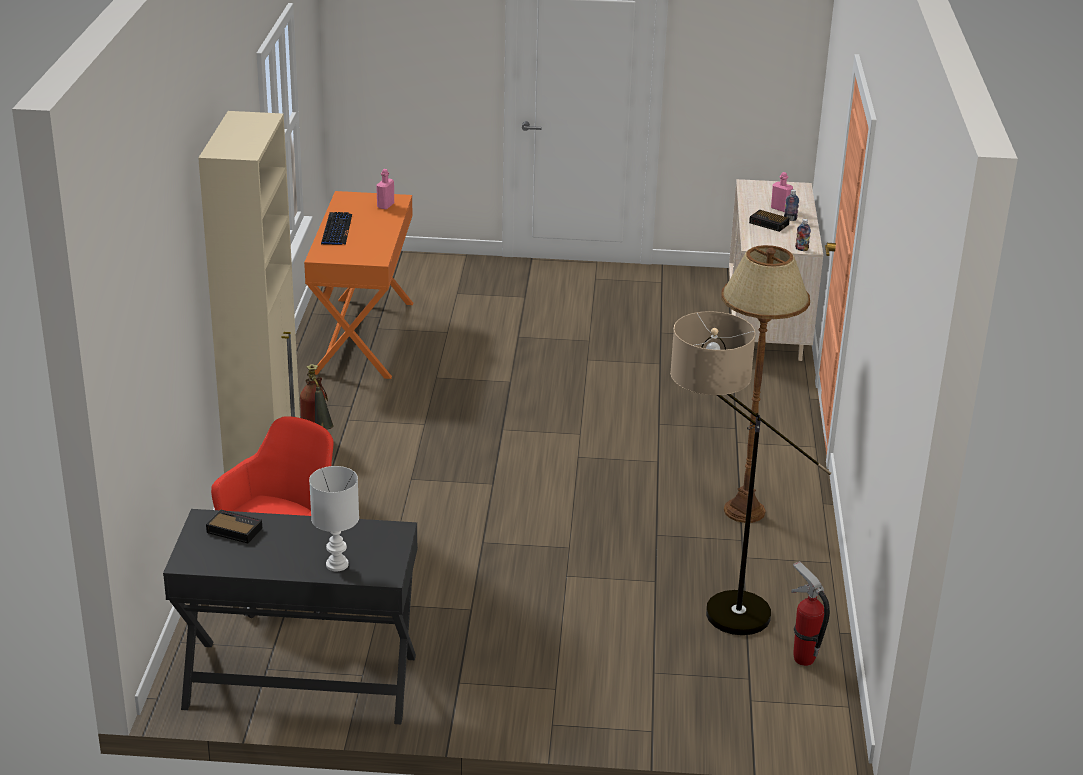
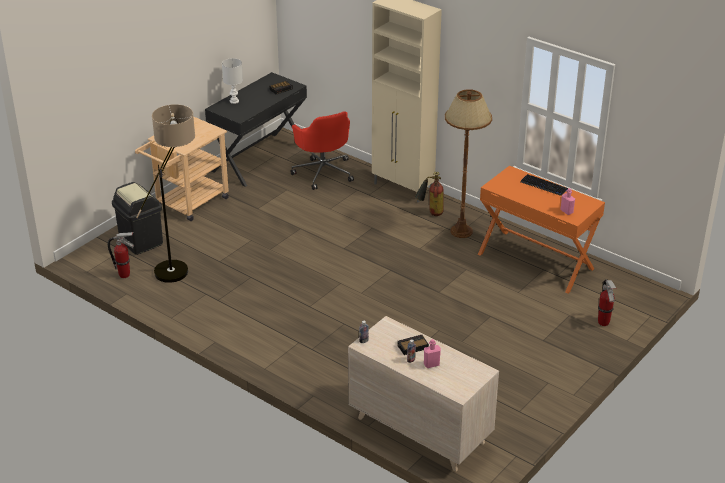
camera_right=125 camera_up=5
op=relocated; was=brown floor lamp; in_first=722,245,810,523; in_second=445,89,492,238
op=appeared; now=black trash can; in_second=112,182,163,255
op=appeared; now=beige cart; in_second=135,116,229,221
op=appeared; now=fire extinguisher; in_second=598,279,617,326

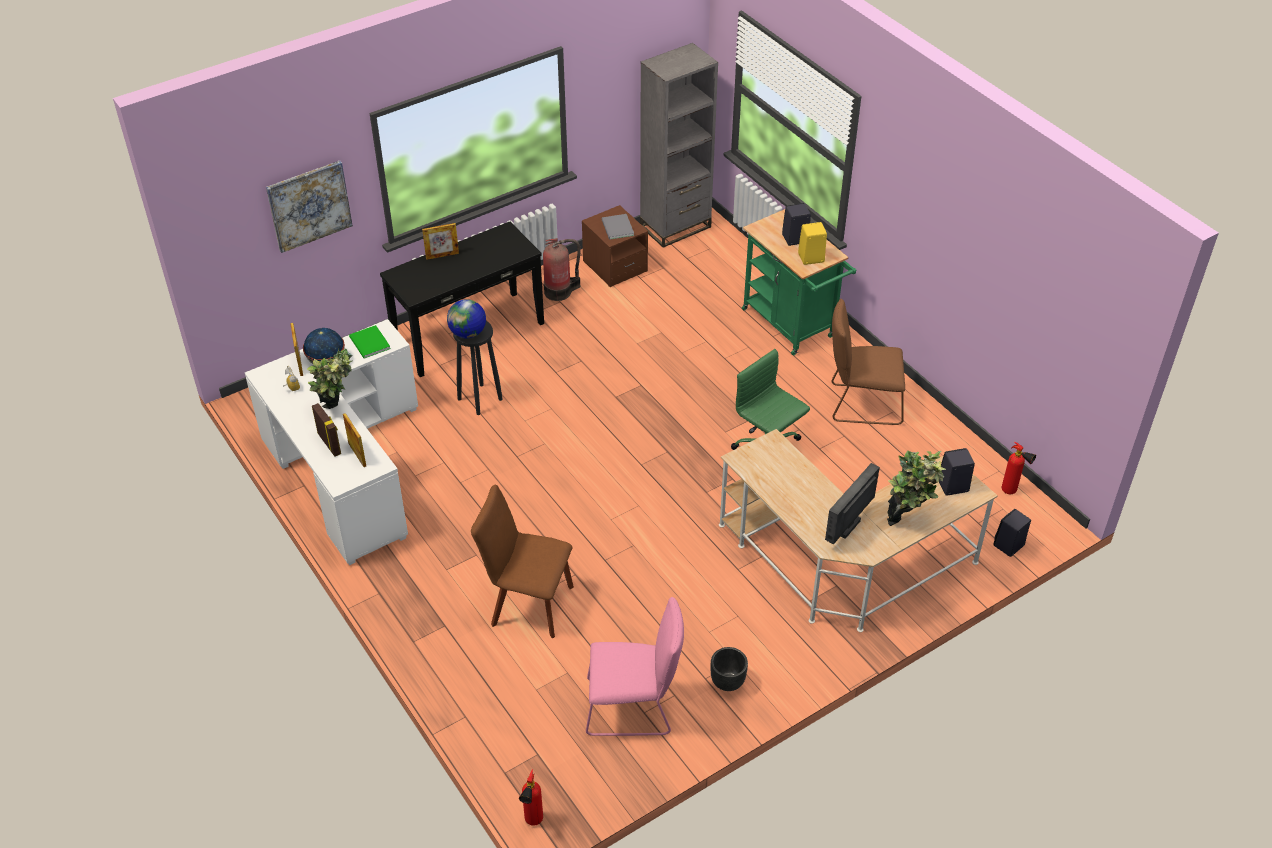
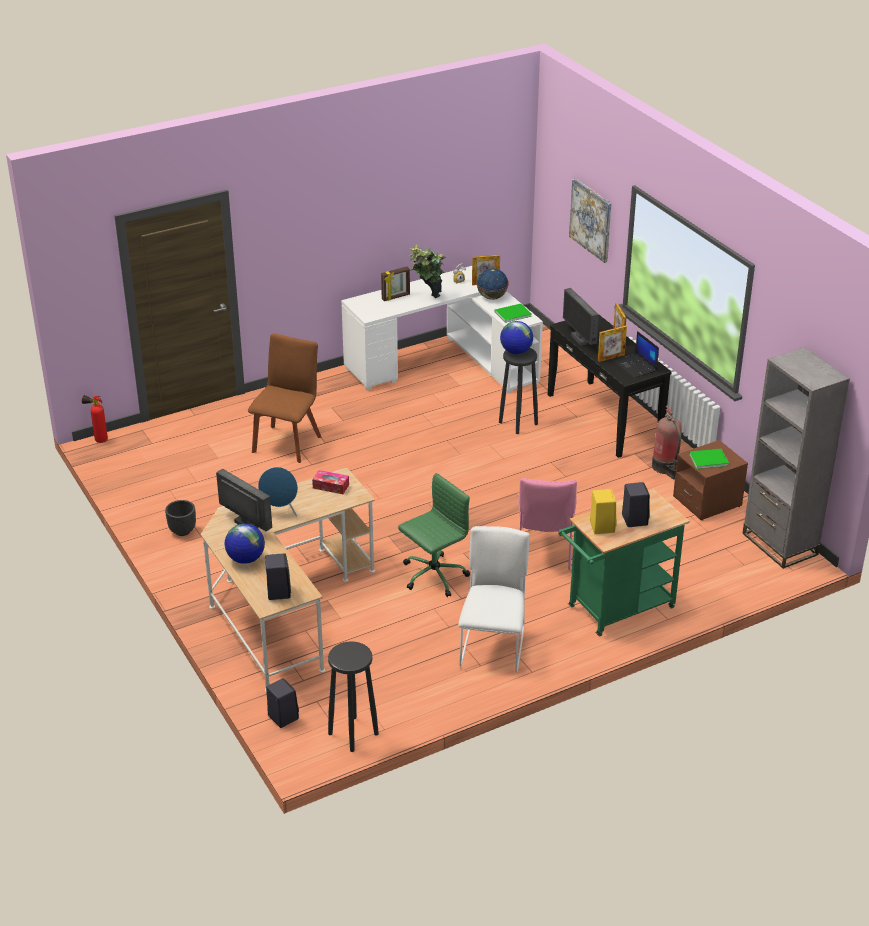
camera_right=95 camera_up=-10
op=relocated; was=picture frame; in_first=343,413,366,467; in_second=598,325,627,362
op=relocated; was=pink chair; in_first=586,597,684,736; in_second=519,478,577,570
op=colour; was=grey book; now=green book; in_first=602,214,634,240; in_second=689,449,729,469
op=colour; was=brown chair; now=white chair; in_first=831,299,905,425; in_second=458,526,530,673
op=exchanged; was=potted plant; now=globe; in_first=887,450,946,526; in_second=225,524,265,564
op=exchanged; was=fire extinguisher; now=black stool; in_first=1002,442,1036,494; in_second=328,641,379,752
op=appeared; now=blue speaker; in_second=258,467,298,516
op=appeared; now=tissue box; in_second=312,470,349,494
op=appeared; now=monitor; in_second=563,288,599,346
op=appeared; now=laptop; in_second=614,331,659,378

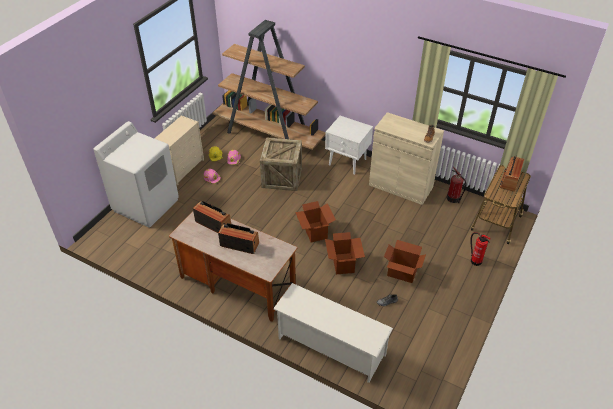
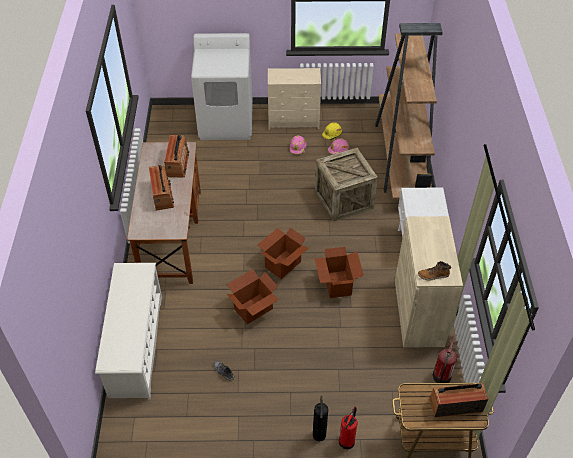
camera_right=60 camera_up=5
op=relocated; was=cardboard box; in_first=384,240,426,283; in_second=315,247,364,298
op=appeared; now=fire extinguisher; in_second=313,396,328,442

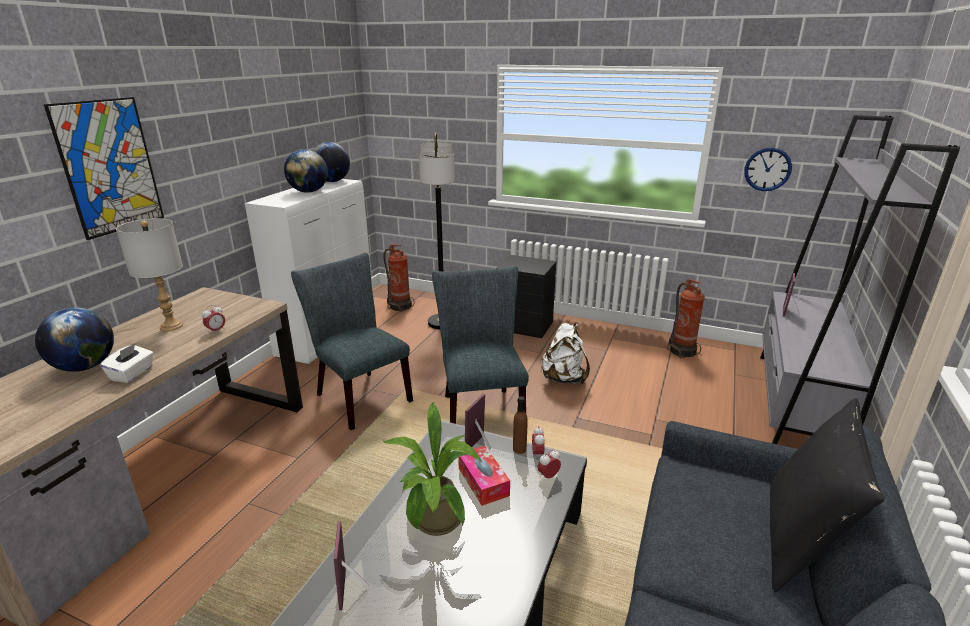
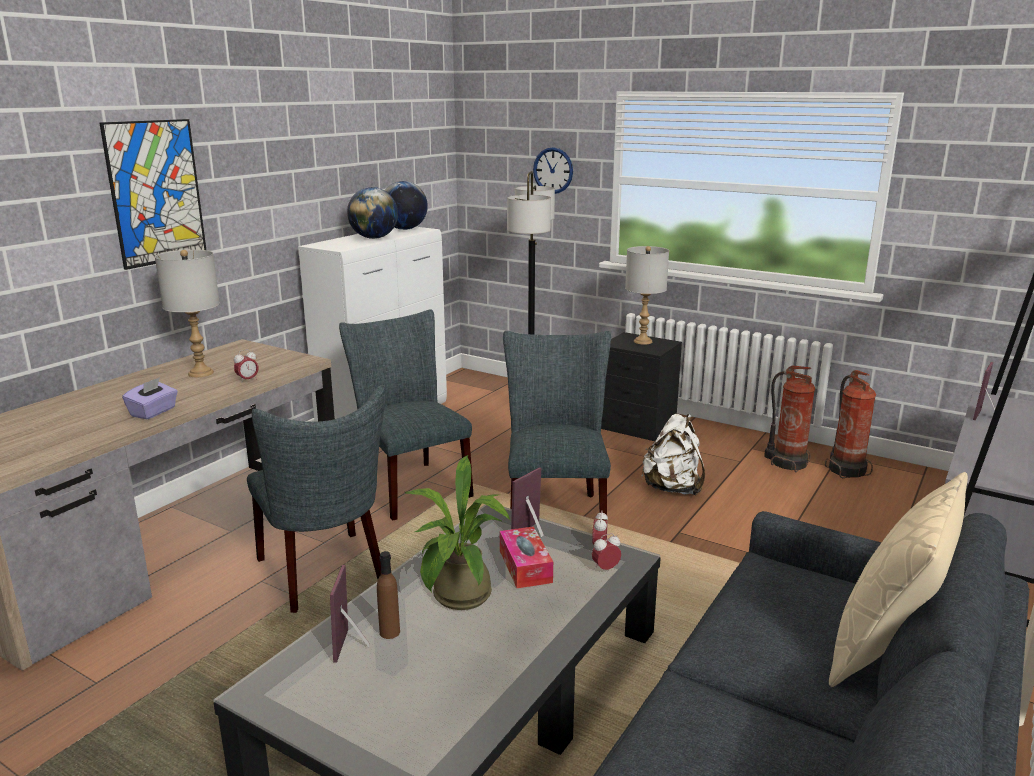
camera_right=10 camera_up=-5
op=missing; was=globe; in_first=35,308,114,372
op=colour; was=white tissue box; now=purple tissue box; in_first=100,343,154,383; in_second=122,377,178,419
op=relocated; was=fire extinguisher; in_first=383,244,414,312; in_second=764,365,816,472
op=relocated; was=brown bottle; in_first=513,396,528,454; in_second=377,551,400,639
op=relocated; was=wall clock; in_first=744,148,792,191; in_second=533,147,573,194
op=colour; was=black pillow; now=beige pillow; in_first=770,398,885,592; in_second=829,472,968,687
op=appeared; now=grey chair; in_second=247,385,386,613
op=appeared; now=grey table lamp; in_second=625,246,669,345

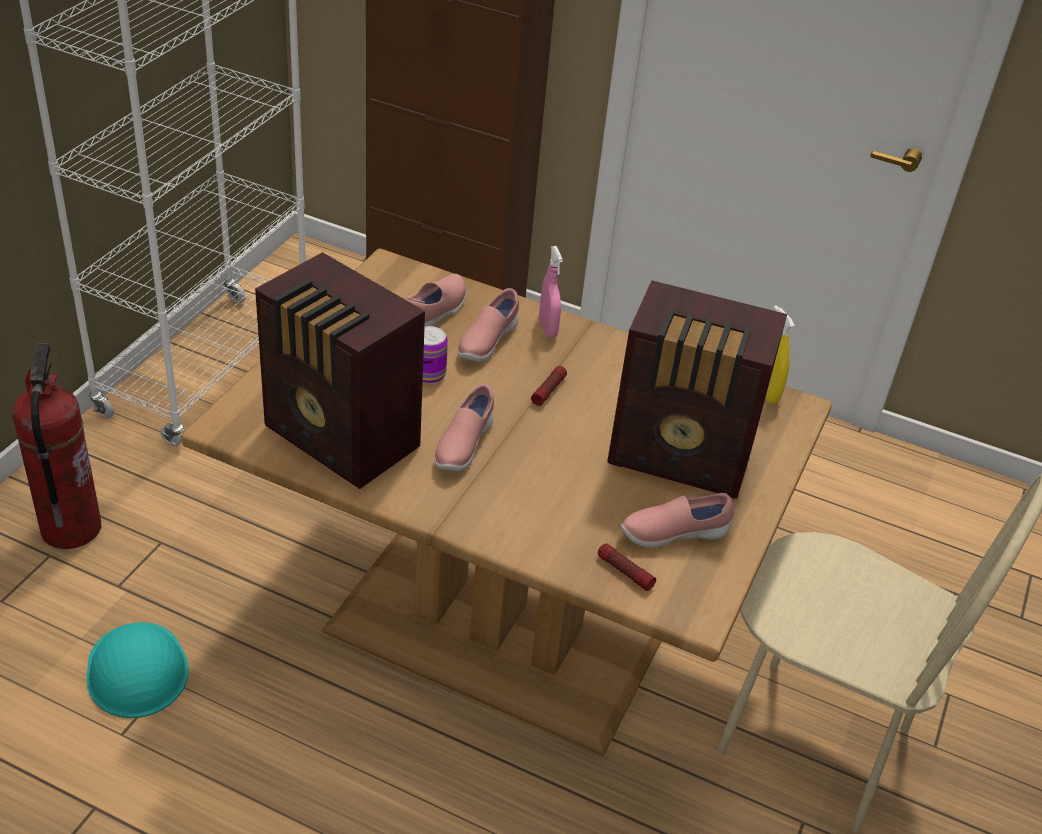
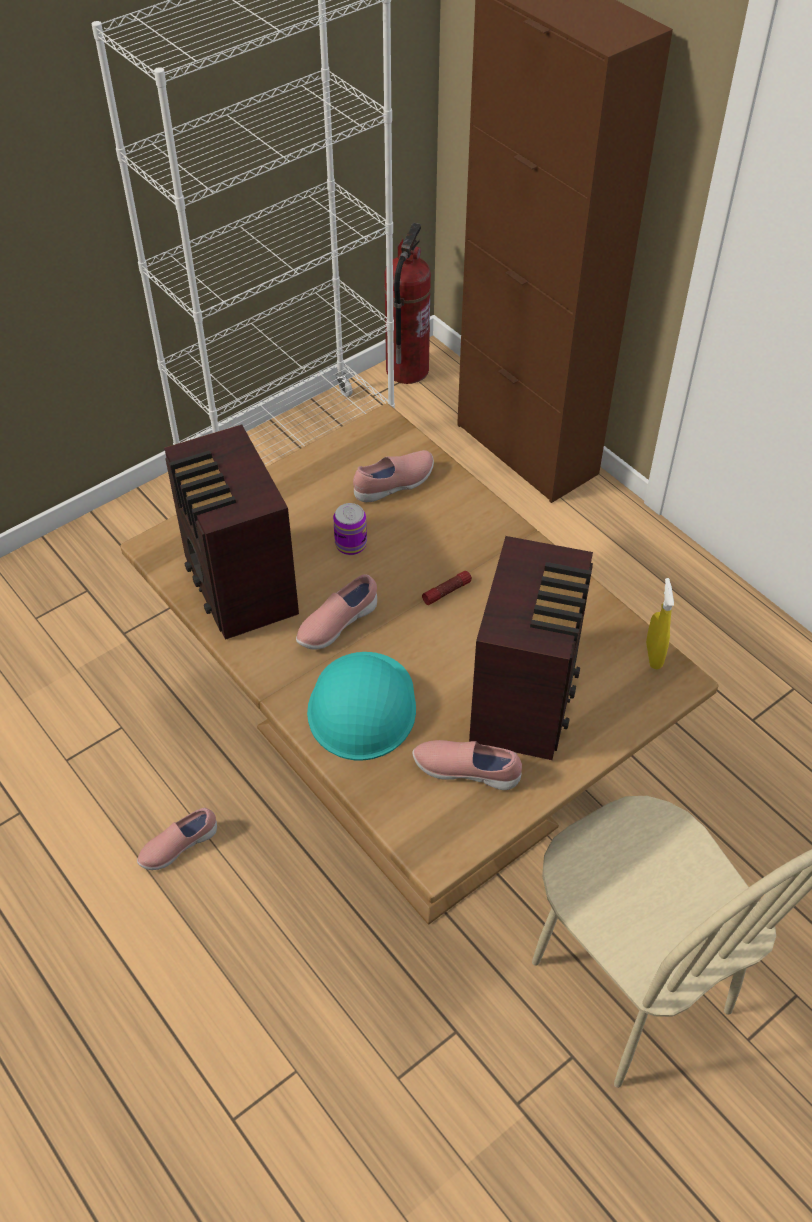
camera_right=30 camera_up=10
op=relocated; was=fire extinguisher; in_first=12,343,101,549; in_second=384,223,431,384
op=relocated; was=turquoise hard hat; in_first=86,622,189,718; in_second=307,652,416,760
op=relocated; was=pink shoe; in_first=457,288,519,362; in_second=137,808,217,870
op=missing; was=pink spray bottle; in_first=539,246,563,338
op=missing; was=flashlight; in_first=598,544,656,591
op=spun; was=radio; in_first=607,280,787,499; in_second=469,536,593,760; clockwise=-120

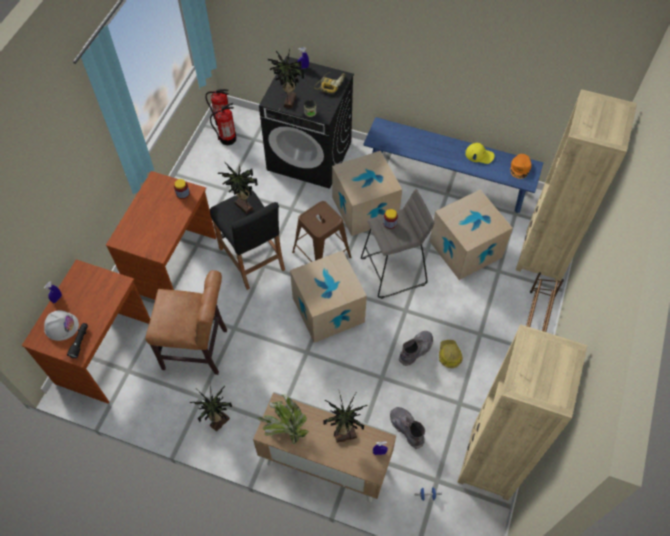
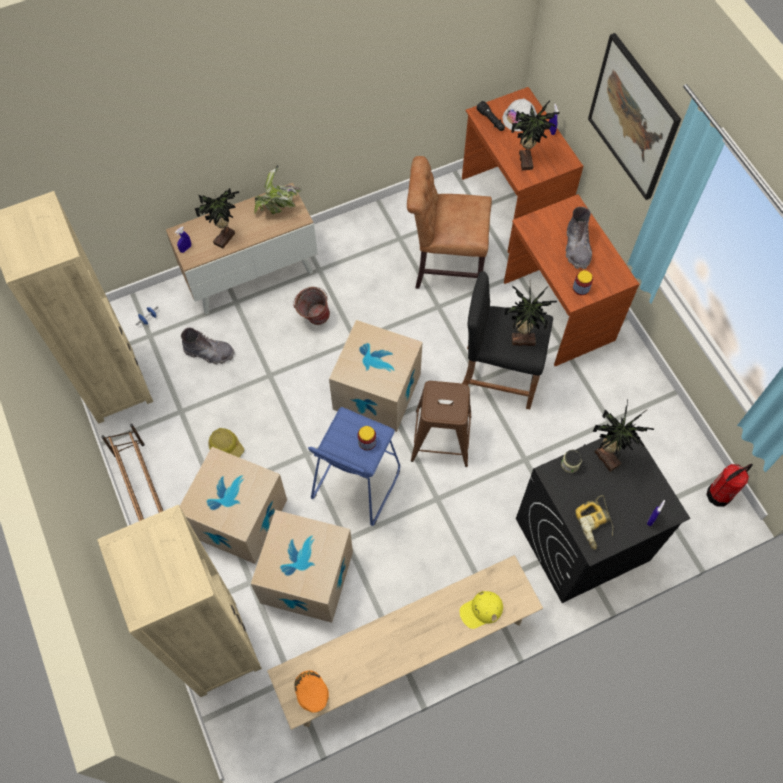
camera_right=135 camera_up=5
op=spun; was=brown chair; in_first=145,270,227,375; in_second=407,156,492,289; clockwise=45
op=relocated; was=potted plant; in_first=190,382,232,432; in_second=511,100,560,170
op=missing; was=fire extinguisher; in_first=210,103,236,145
op=relocated; was=cardboard box; in_first=332,151,402,236; in_second=180,447,287,564
op=colour; was=grey stool; now=blue stool; in_first=361,189,434,299; in_second=308,407,400,526
op=colour; was=blue bench; now=beige bench; in_first=363,117,543,213; in_second=267,555,543,730
op=relocated; was=grey boot; in_first=399,331,433,366; in_second=566,207,592,269
op=relocated; was=yellow cap; in_first=465,143,495,164; in_second=460,591,503,629
op=appeared; now=bucket; in_second=293,287,330,325
op=appeared; now=picture; in_second=588,33,681,200

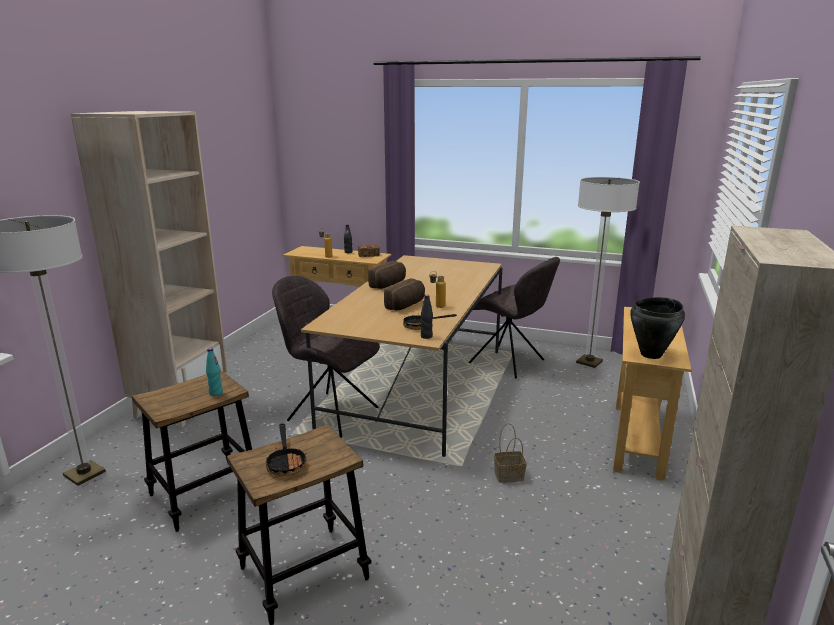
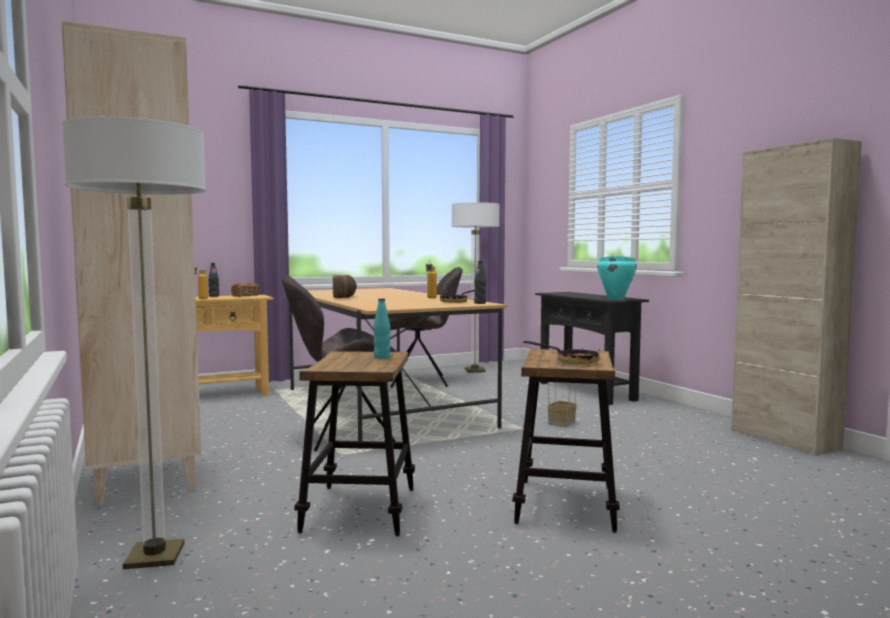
camera_right=-45 camera_up=-15
op=missing; was=bread; in_first=384,278,425,310
op=colour; was=beige console table; now=black console table; in_first=613,307,692,481; in_second=535,292,649,405
op=colour; was=black cooking pot; now=turquoise cooking pot; in_first=630,297,685,359; in_second=597,256,637,300

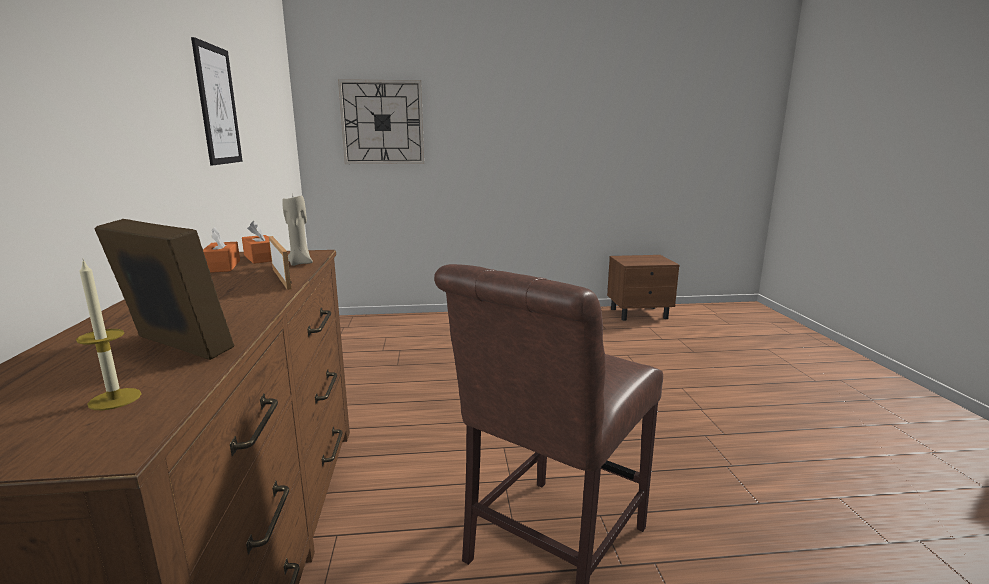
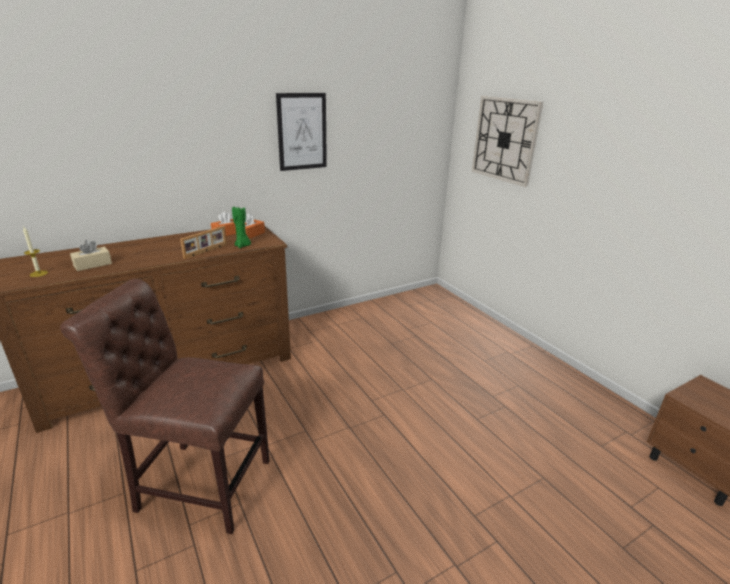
camera_right=65 camera_up=10
op=exchanged; was=picture frame; now=beige tissue box; in_first=95,219,234,360; in_second=70,240,112,271
op=colour; was=beige candle; now=green candle; in_first=282,193,313,266; in_second=232,206,251,248

